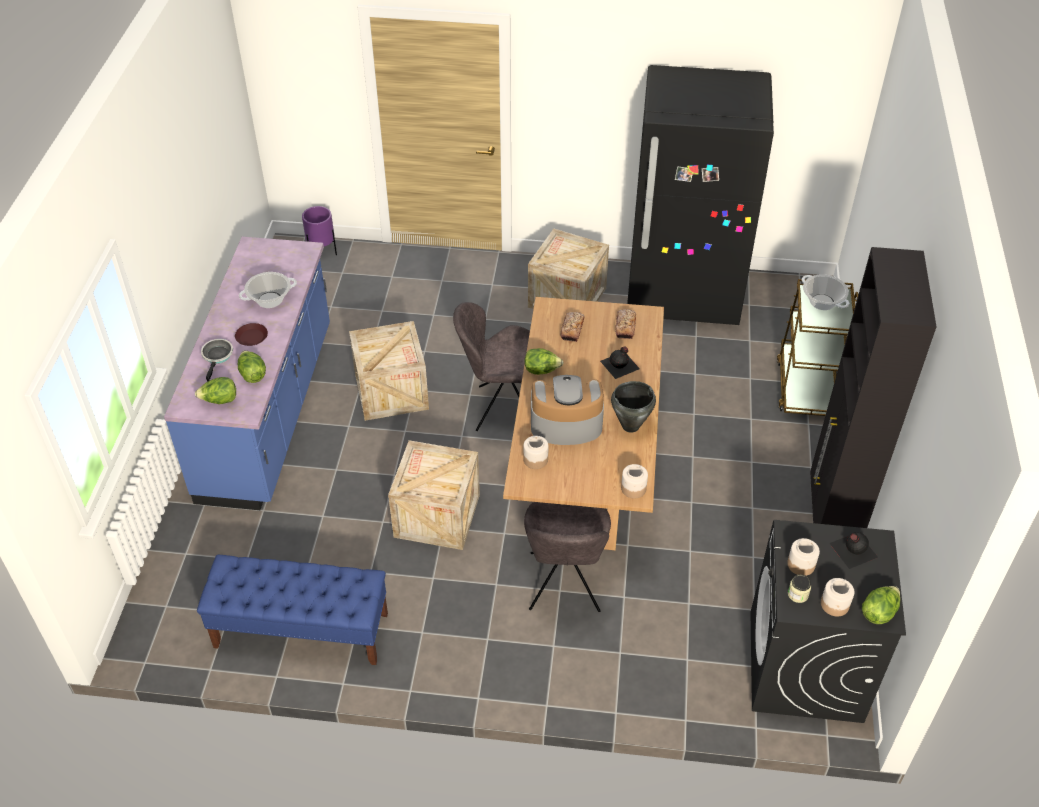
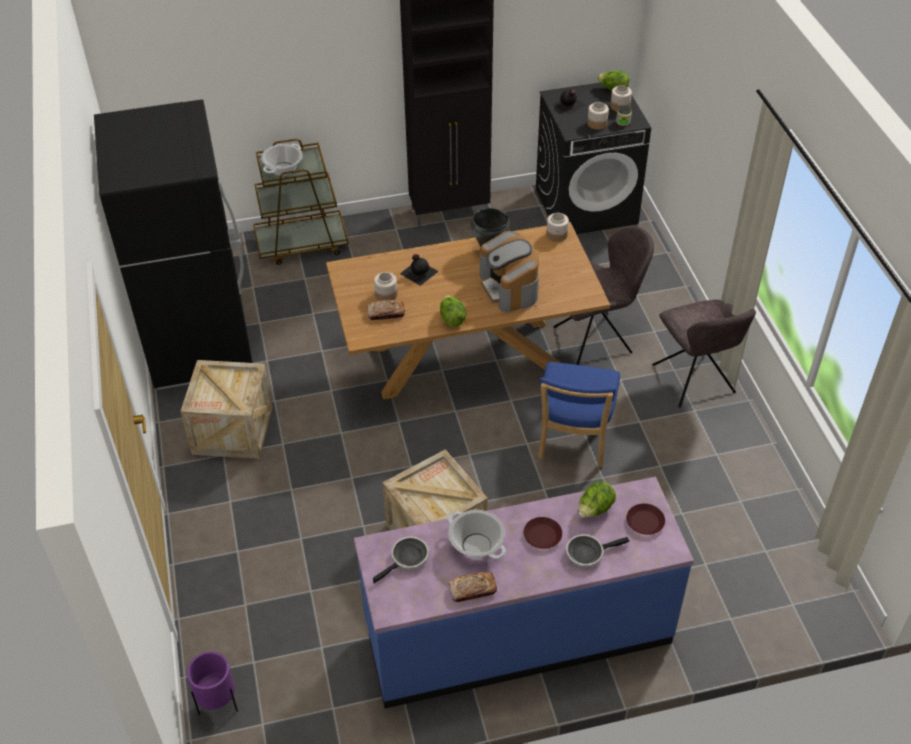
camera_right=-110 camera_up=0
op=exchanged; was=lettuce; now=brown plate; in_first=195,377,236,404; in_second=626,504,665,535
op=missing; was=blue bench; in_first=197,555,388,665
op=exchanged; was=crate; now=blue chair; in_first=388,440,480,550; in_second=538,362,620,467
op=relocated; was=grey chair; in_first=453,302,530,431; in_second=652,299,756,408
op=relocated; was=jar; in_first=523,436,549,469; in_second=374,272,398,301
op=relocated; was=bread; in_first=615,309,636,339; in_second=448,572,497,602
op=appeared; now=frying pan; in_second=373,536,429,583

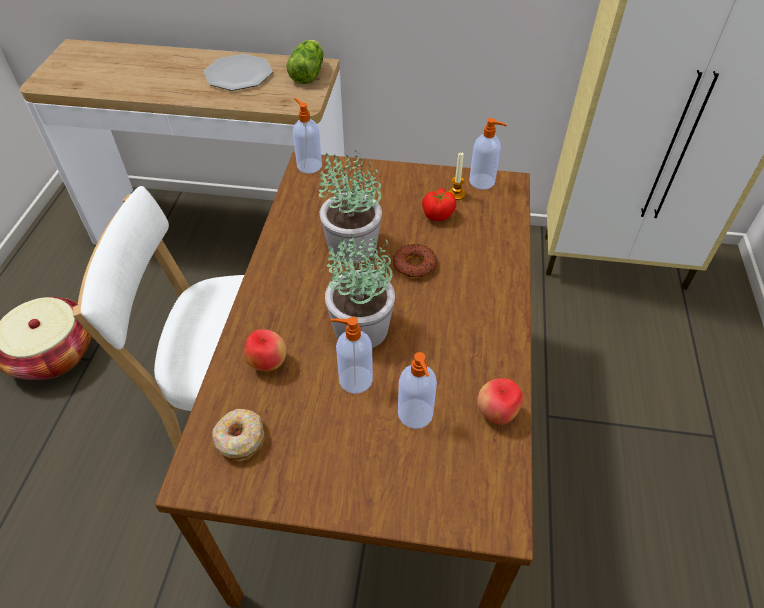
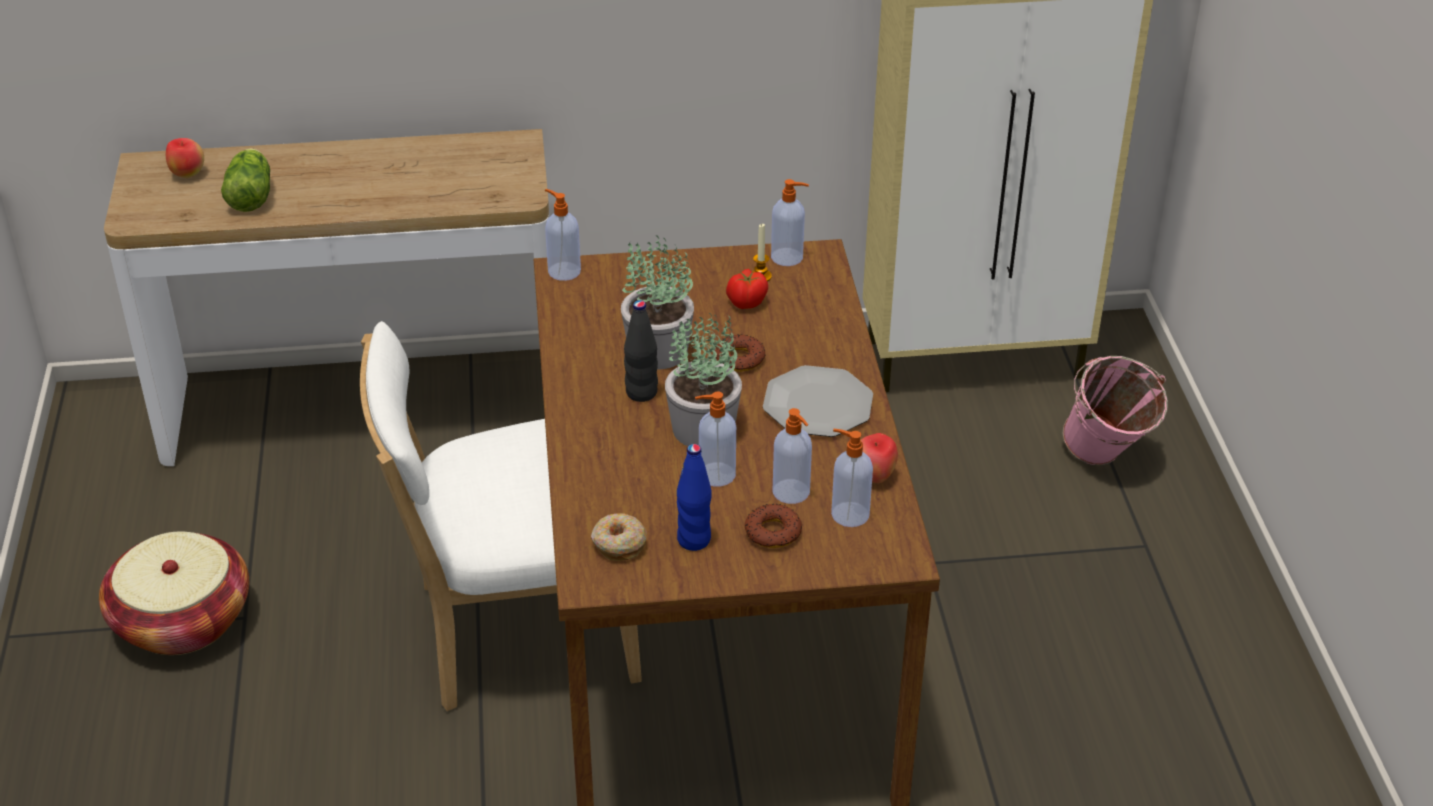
camera_right=-15 camera_up=-10
op=relocated; was=plate; in_first=204,54,273,91; in_second=763,365,873,437
op=relocated; was=apple; in_first=244,329,286,372; in_second=166,138,204,178
op=relocated; was=lettuce; in_first=286,40,323,84; in_second=221,148,270,212
op=appeared; now=black bottle; in_second=624,300,658,402
op=appeared; now=blue bottle; in_second=677,444,712,551
op=appeared; now=donut; in_second=745,504,802,548
op=appeared; now=soap dispenser; in_second=831,429,873,527
op=appeared; now=pink bucket; in_second=1063,356,1168,465

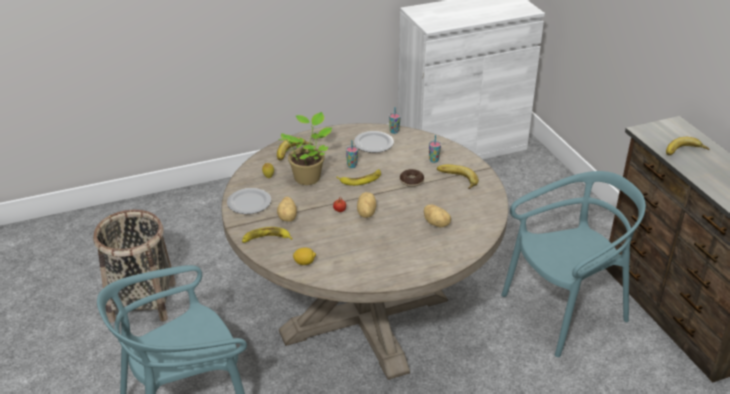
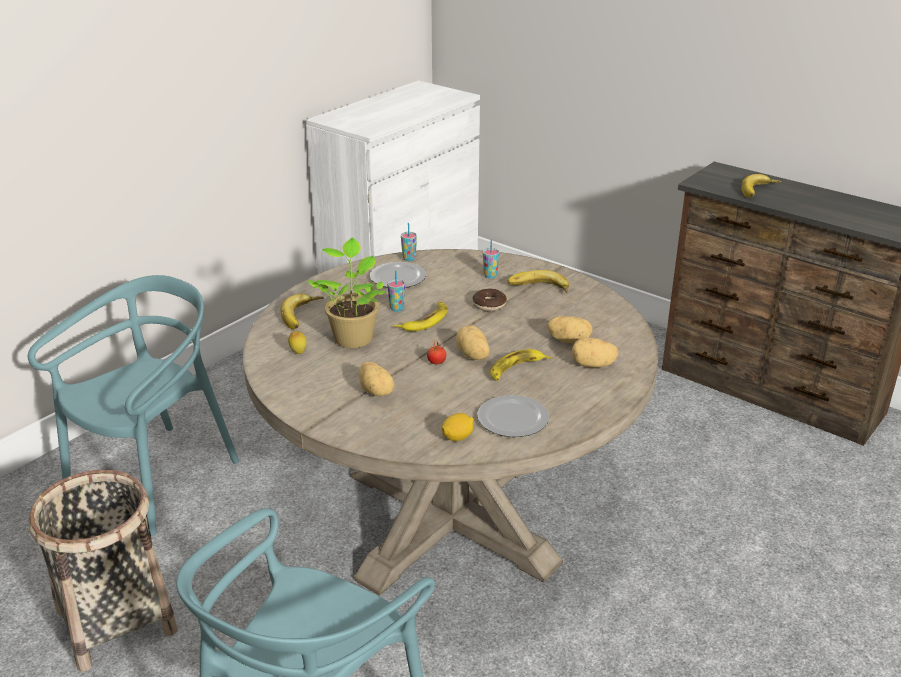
camera_right=-30 camera_up=-5
op=relocated; was=plate; in_first=227,188,271,214; in_second=477,395,549,437
op=relocated; was=banana; in_first=242,227,293,243; in_second=490,349,551,381
op=relocated; was=turquoise chair; in_first=501,171,646,357; in_second=28,275,239,536
op=appeared; now=potato; in_second=571,338,618,368

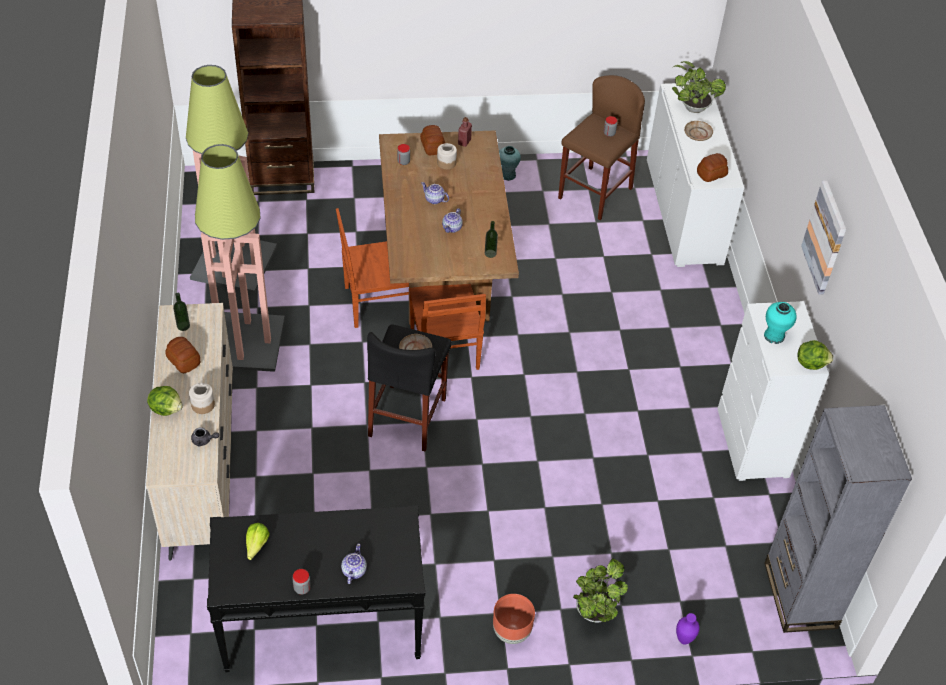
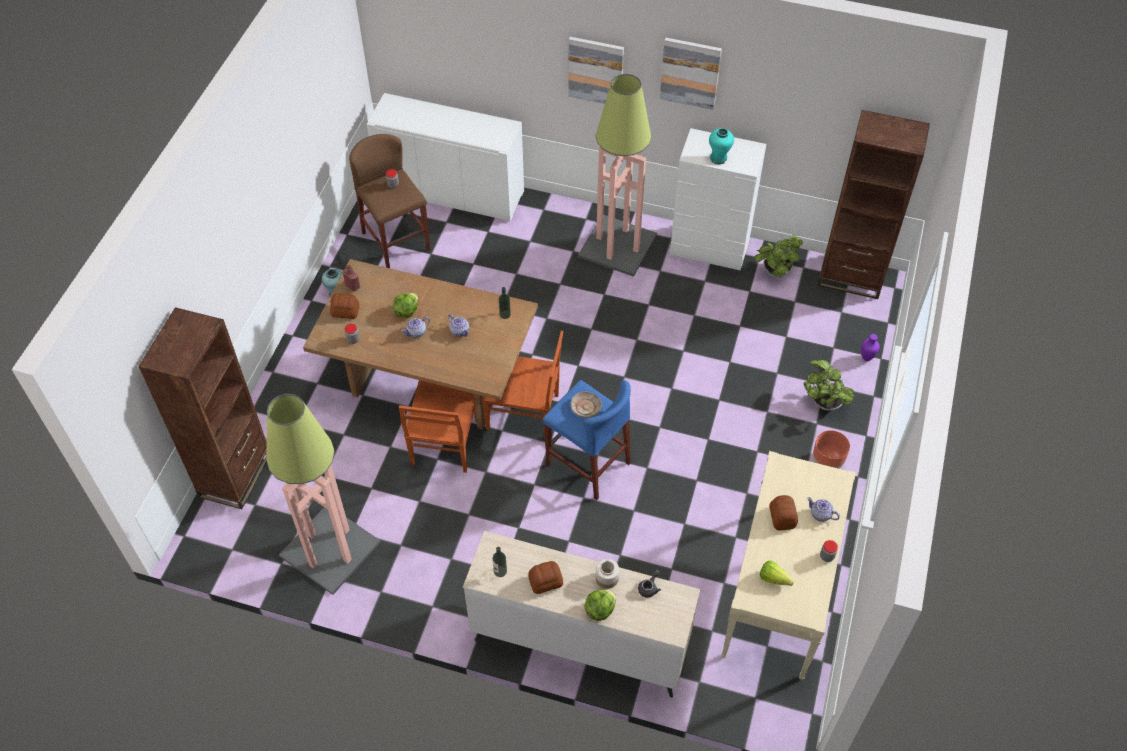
camera_right=-65 camera_up=5
op=relocated; was=floor lamp; in_first=195,144,285,372; in_second=578,74,657,277
op=colour; was=black console table; now=beige console table; in_first=207,505,425,672; in_second=721,451,856,680
op=colour; was=black stool; now=blue stool; in_first=367,324,452,452; in_second=543,380,631,500
op=missing; was=jar; in_first=437,143,457,170
op=relocated; was=potted plant; in_first=672,61,726,113; in_second=754,235,803,277
op=missing; was=beige plate; in_first=684,121,713,141
op=relocated; was=bread; in_first=697,153,728,182; in_second=769,495,798,530
op=colour; was=grey bookcase; now=brown bookcase; in_first=764,405,912,633; in_second=817,110,930,299
op=relocated; was=lettuce; in_first=797,340,834,370; in_second=392,293,418,318
op=appeared; now=picture; in_second=568,37,624,104

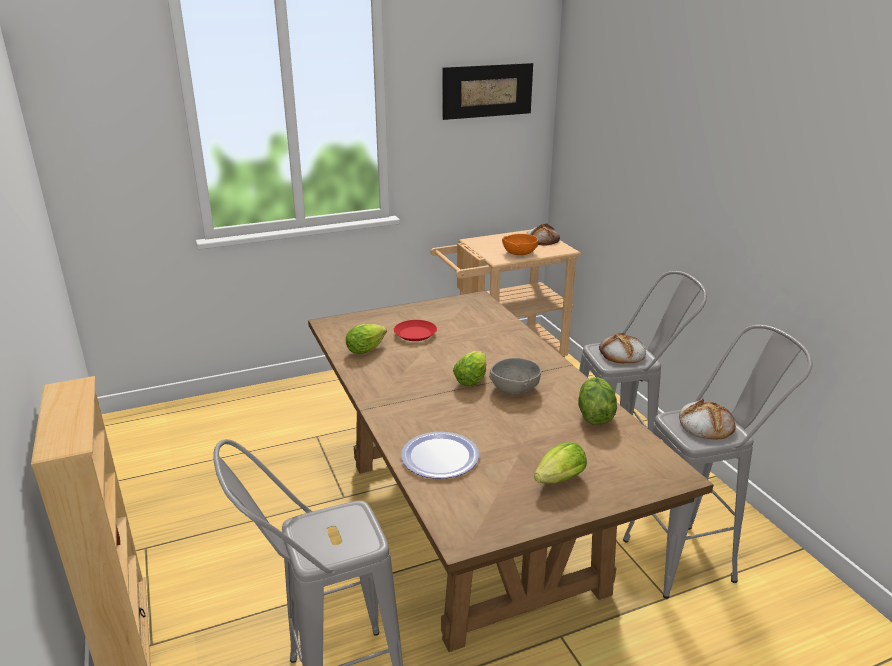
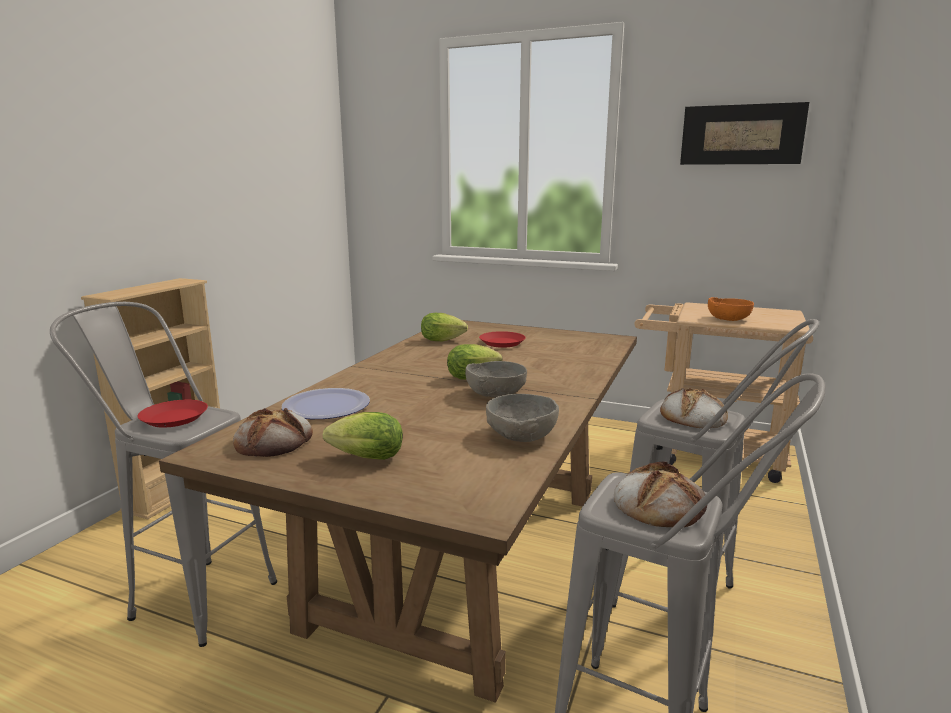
camera_right=45 camera_up=-10
op=relocated; was=bread; in_first=526,224,560,246; in_second=233,408,313,457
op=exchanged; was=lettuce; now=grey bowl; in_first=578,377,617,425; in_second=486,394,559,442
op=appeared; now=red plate; in_second=137,400,208,428

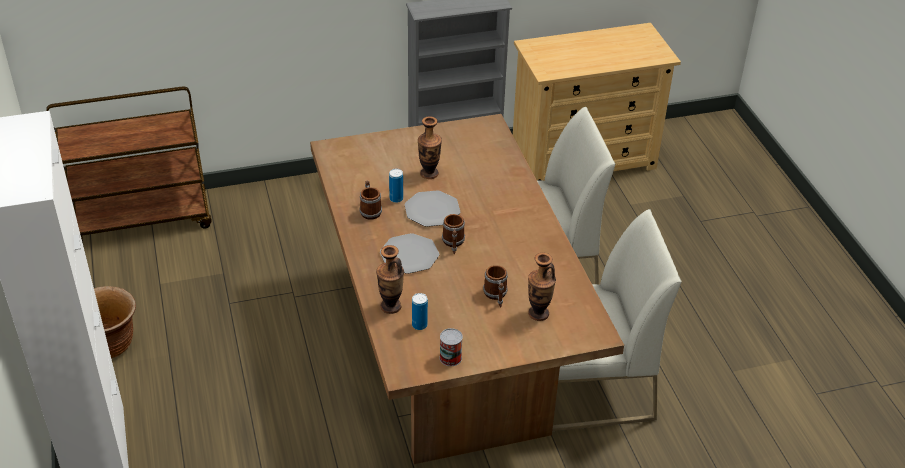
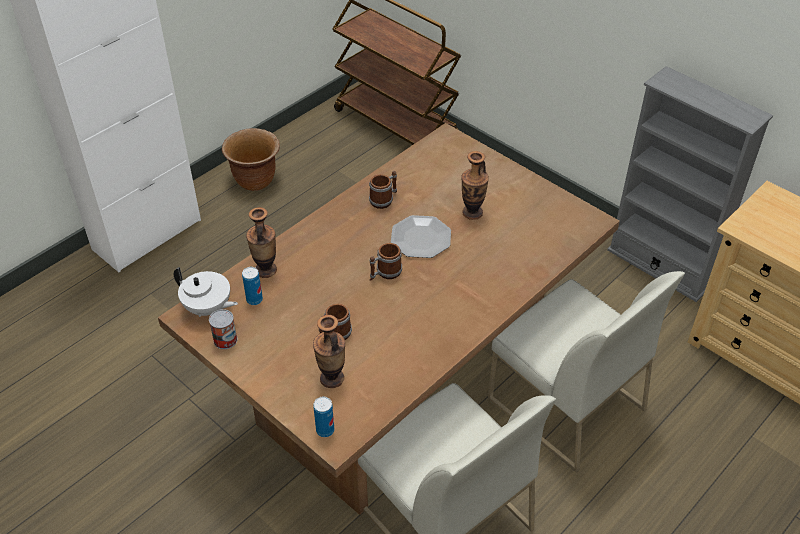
camera_right=60 camera_up=5
op=missing; was=plate; in_first=380,233,439,274
op=relocated; was=can; in_first=389,168,403,203; in_second=313,396,334,437
op=appeared; now=white teapot; in_second=174,267,238,317

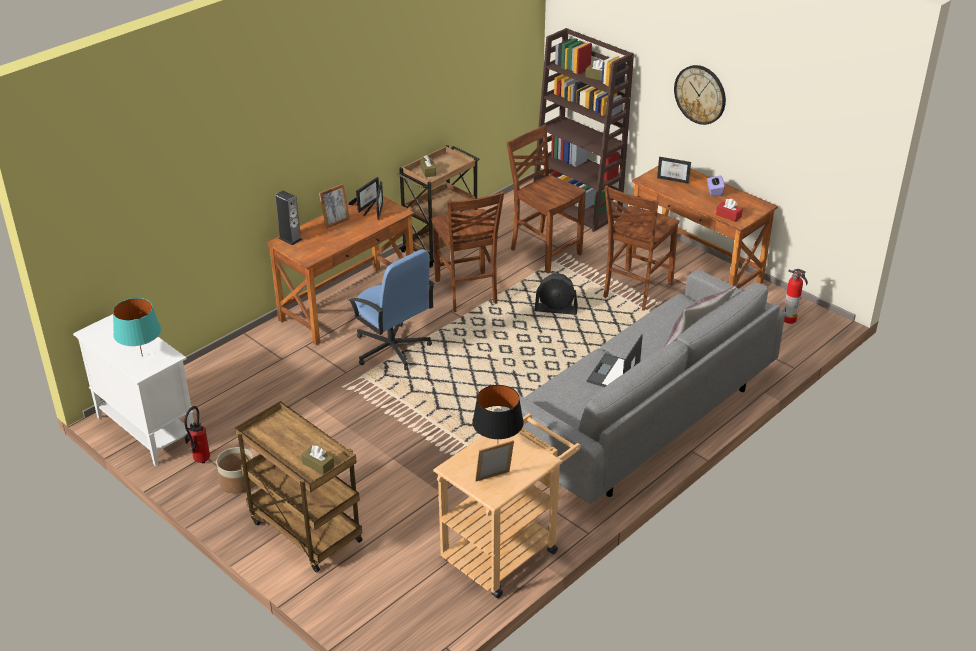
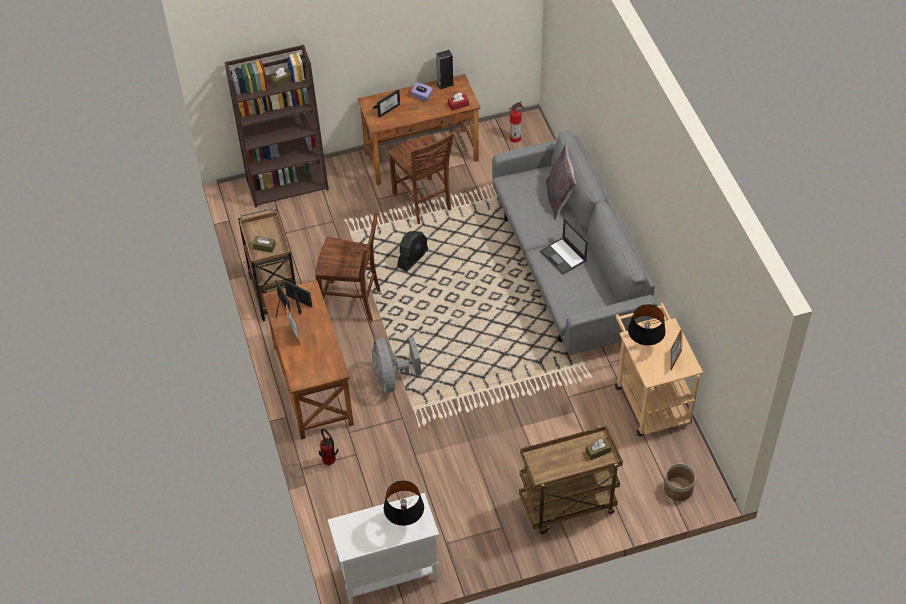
camera_right=-60 camera_up=15
op=colour; was=turquoise table lamp; now=black table lamp; in_first=113,298,161,357; in_second=384,481,424,526
op=relocated; was=fire extinguisher; in_first=184,406,210,464; in_second=319,429,338,465
op=relocated; was=planter; in_first=216,447,255,494; in_second=664,463,696,501
op=relocated; was=speaker; in_first=275,191,302,245; in_second=436,50,454,89
op=exchanged; was=blue office chair; now=grey fan; in_first=348,249,435,370; in_second=372,337,421,393
op=missing; was=brown chair; in_first=506,125,586,273
op=missing; was=wall clock; in_first=674,65,726,125

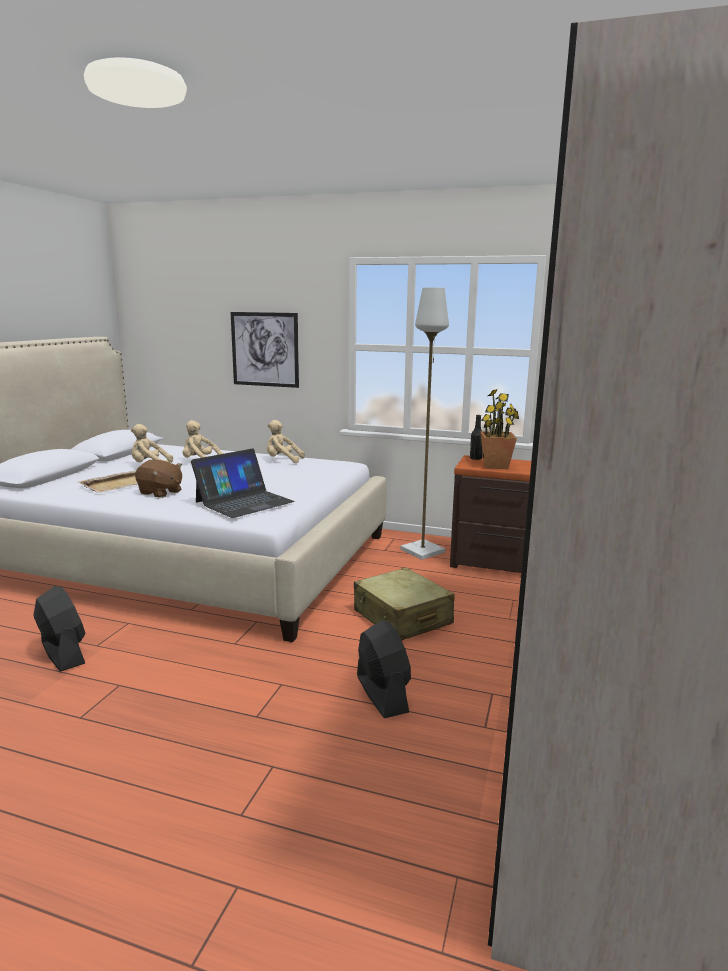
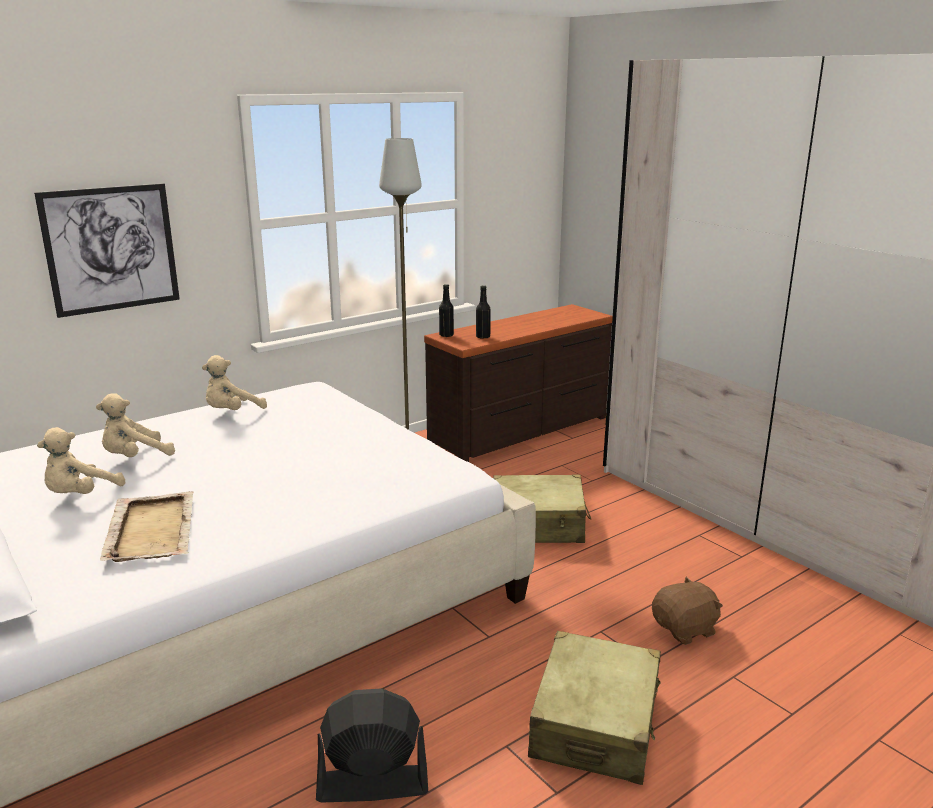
camera_right=-55 camera_up=5
op=relocated; was=brown plush toy; in_first=135,460,182,498; in_second=652,577,723,645
op=missing; was=laptop; in_first=191,449,295,518
op=missing; was=black fan; in_first=357,620,411,718
op=exchanged; was=potted plant; now=black bottle; in_first=480,389,519,469; in_second=476,285,491,339
op=appeared; now=beige suitcase; in_second=528,631,661,785

